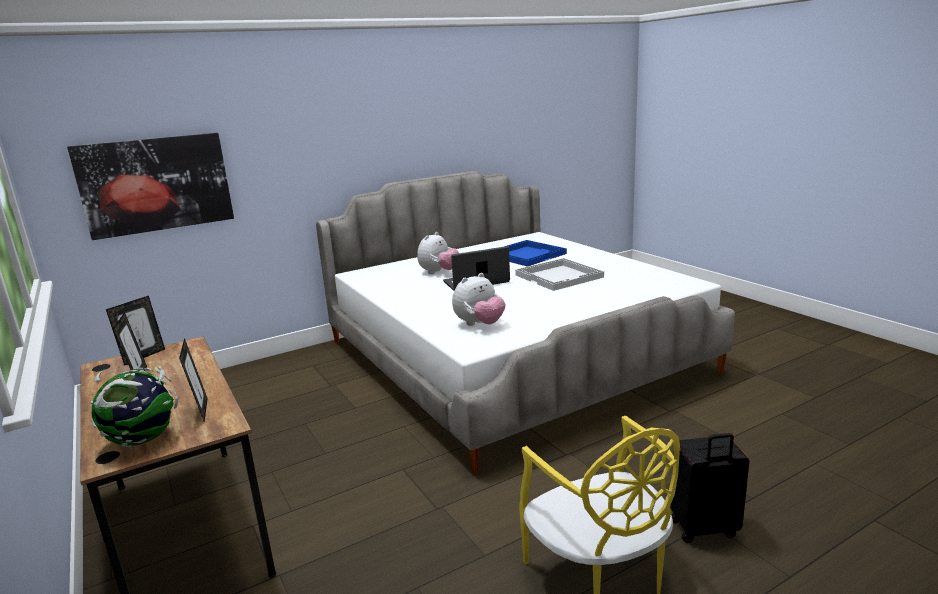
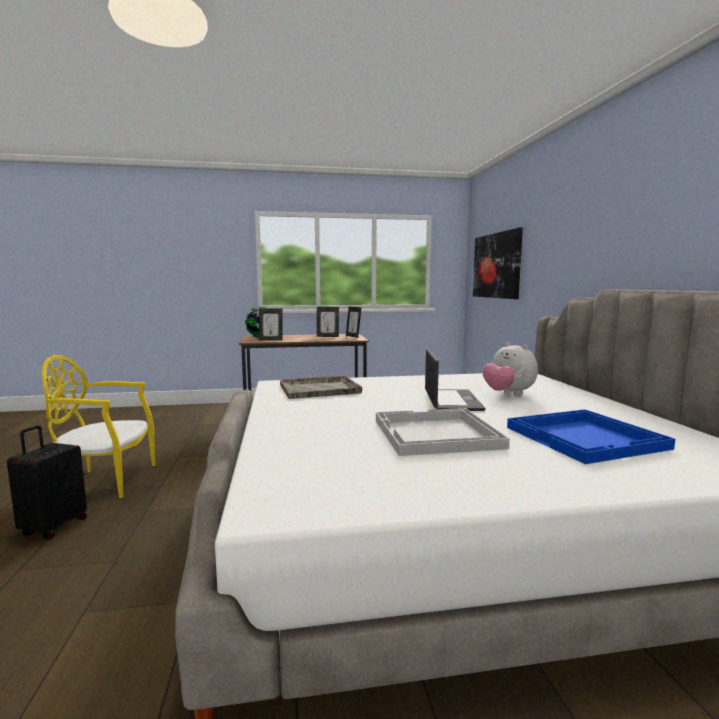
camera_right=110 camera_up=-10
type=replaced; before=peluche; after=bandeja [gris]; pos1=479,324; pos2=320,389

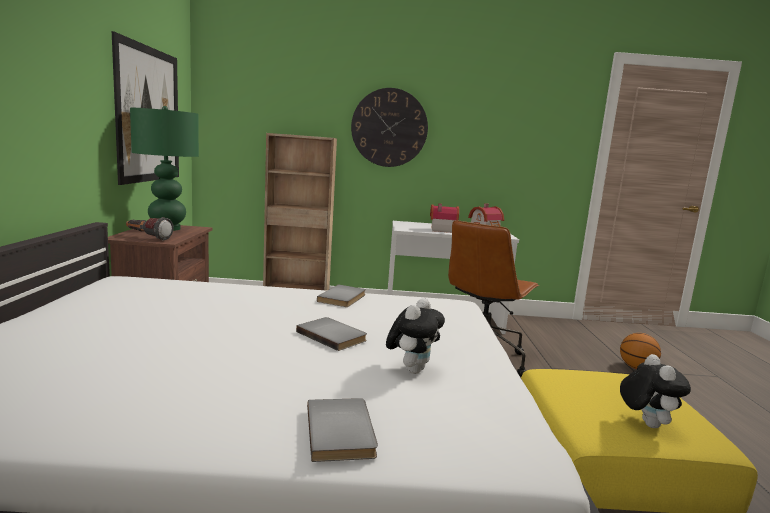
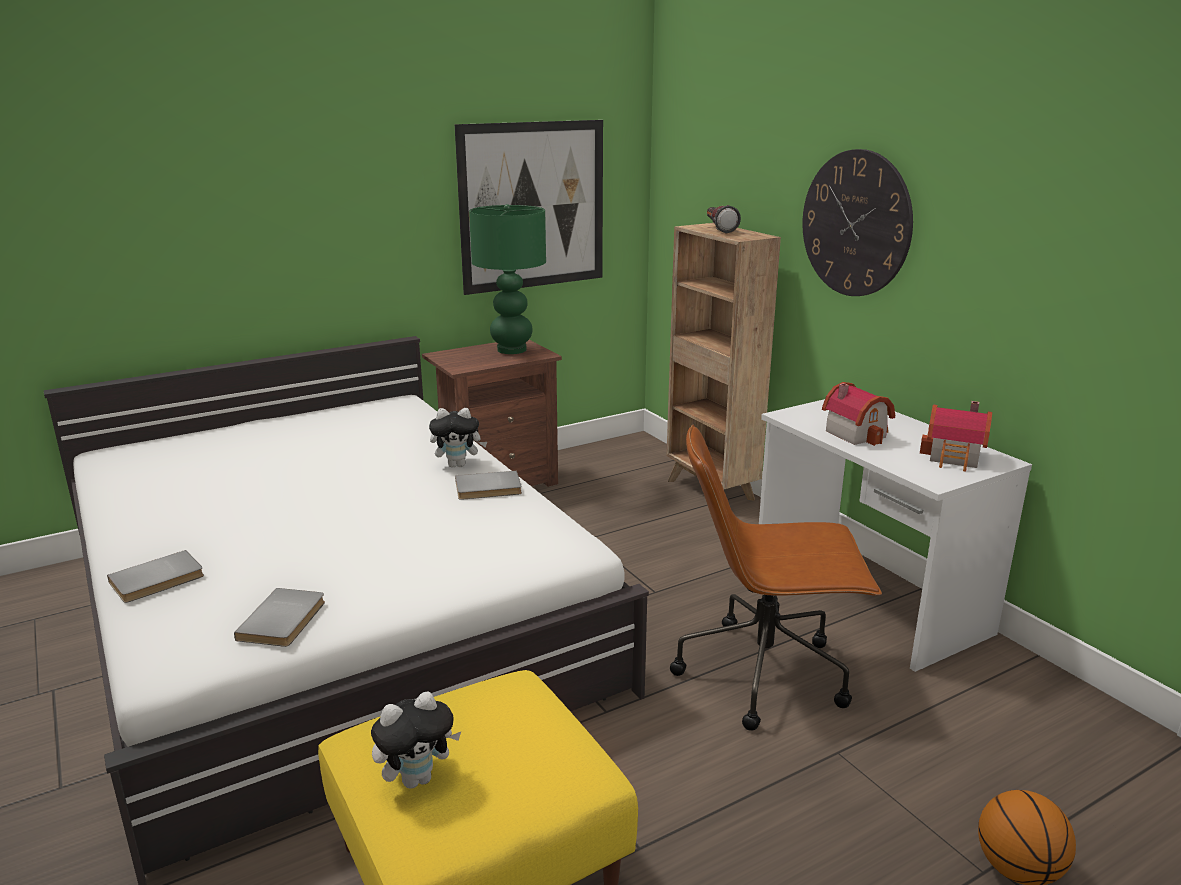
camera_right=60 camera_up=10
type=moved; before=linterna; pos1=147,237; pos2=718,229
type=moved; before=libro [gris]; pos1=333,335; pos2=285,620
type=moved; before=peluche; pos1=412,369; pos2=458,465

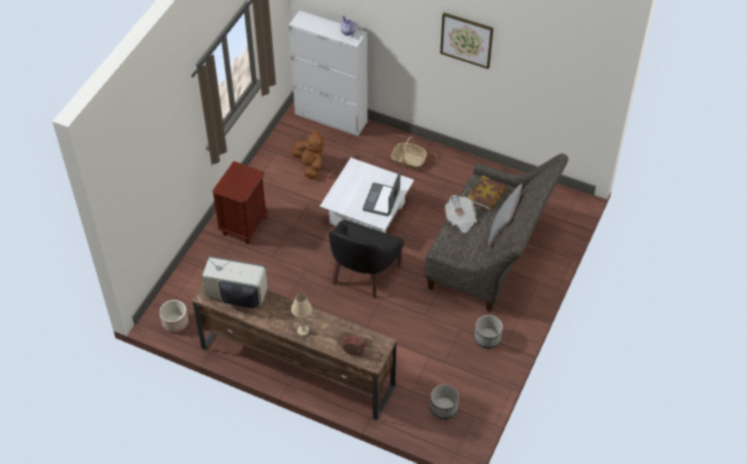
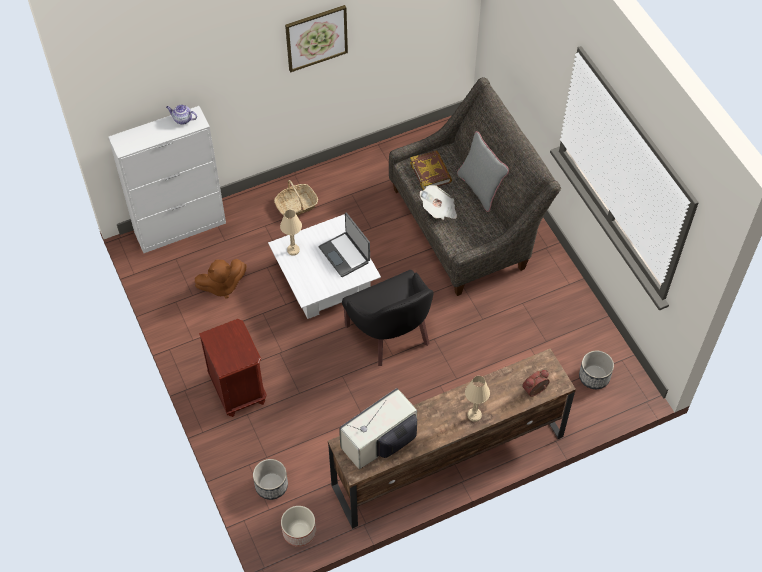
camera_right=-50 camera_up=5
type=added; after=lámpara de mesa [beis]; pos2=293,250
type=moved; before=maceta; pos1=487,338; pos2=271,485
type=turned; before=peluche [marrón]; pos1=310,166; pos2=222,286; turn=150

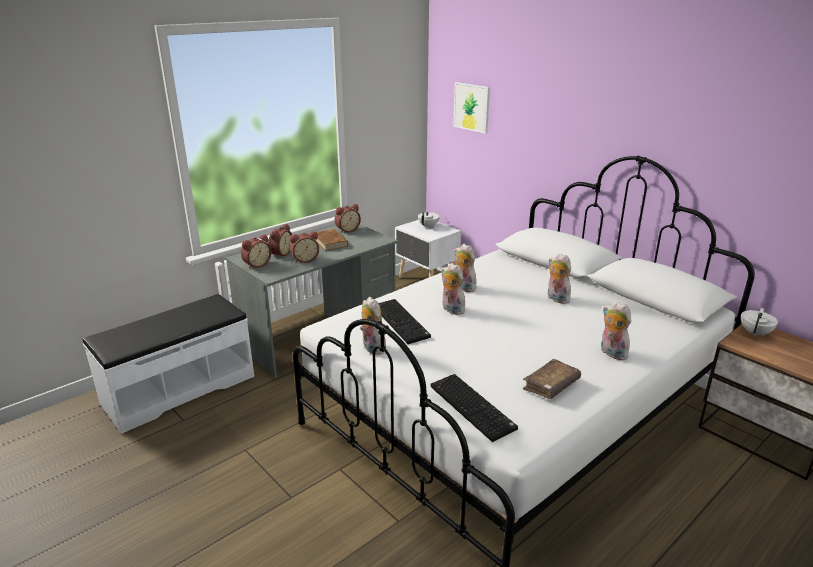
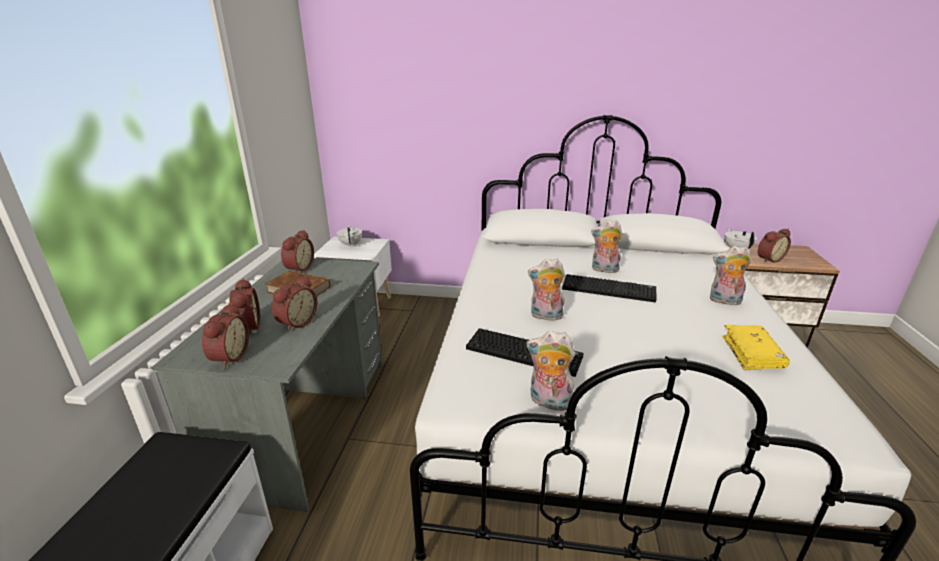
camera_right=-40 camera_up=0
type=removed; before=cuadro; pos1=471,107
type=removed; before=peluche; pos1=463,288
type=added; after=despertador; pos2=768,259
type=moved; before=teclado; pos1=474,407; pos2=609,289
type=recoloured; before=libro [marrón]; after=libro [amarillo]; pos1=551,385; pos2=751,354

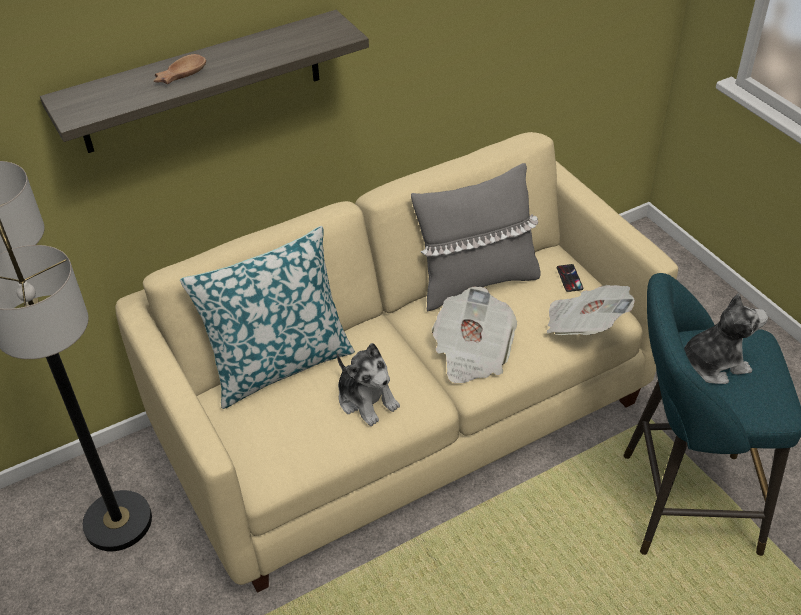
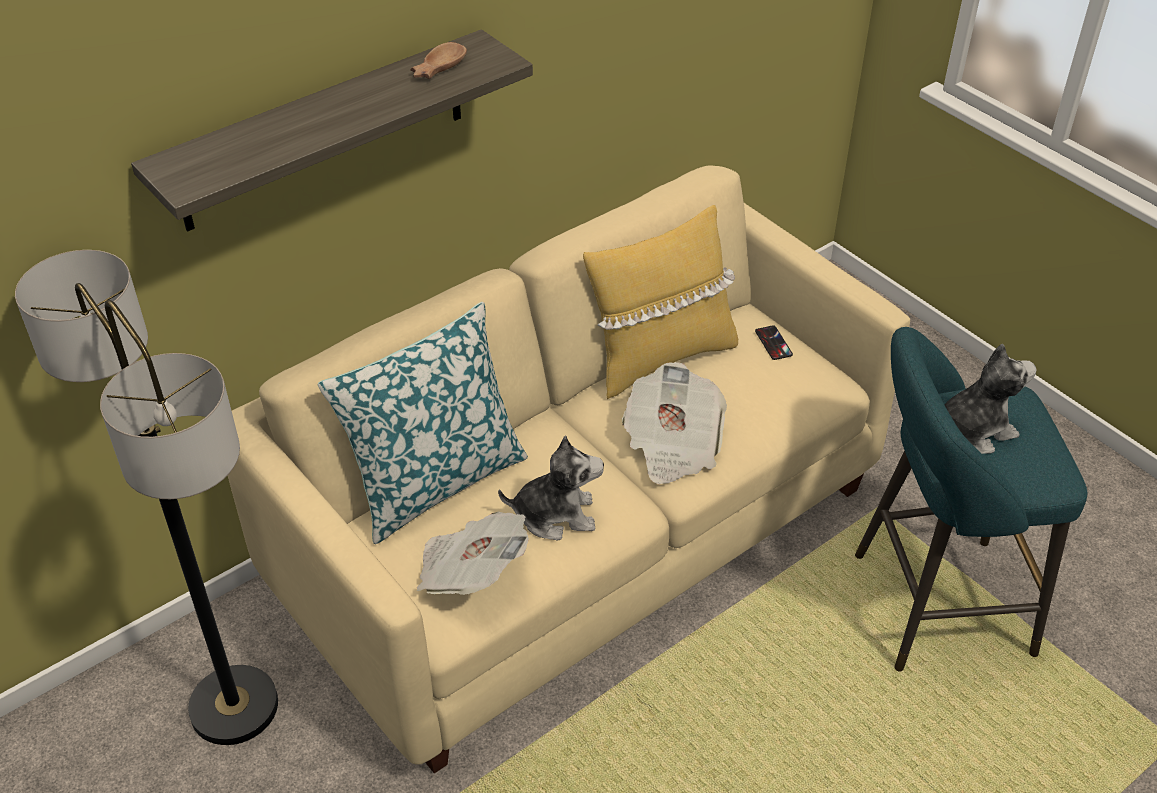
camera_right=-10 camera_up=0
type=moved; before=cuenco [marrón]; pos1=179,75; pos2=436,68
type=moved; before=periódico; pos1=584,325; pos2=471,572
type=recoloured; before=cojín [gris]; after=cojín [amarillo]; pos1=476,282; pos2=660,358
type=turned; before=peluche; pos1=366,399; pos2=555,515; turn=-45

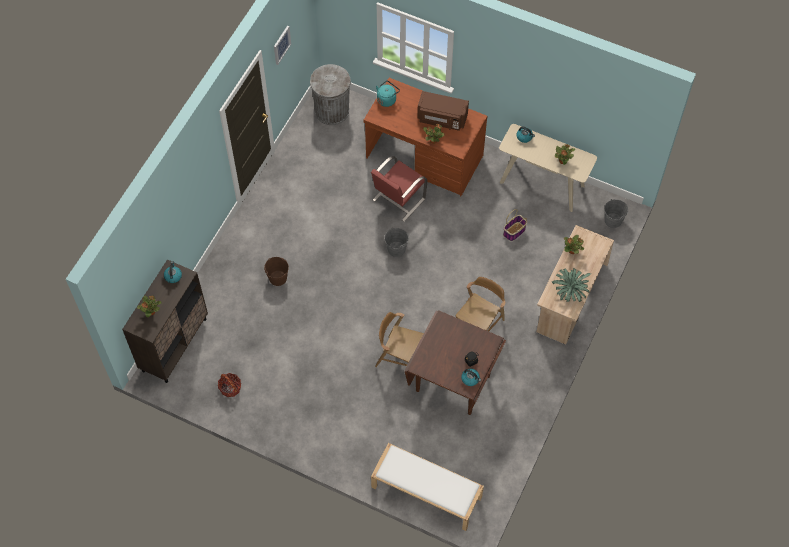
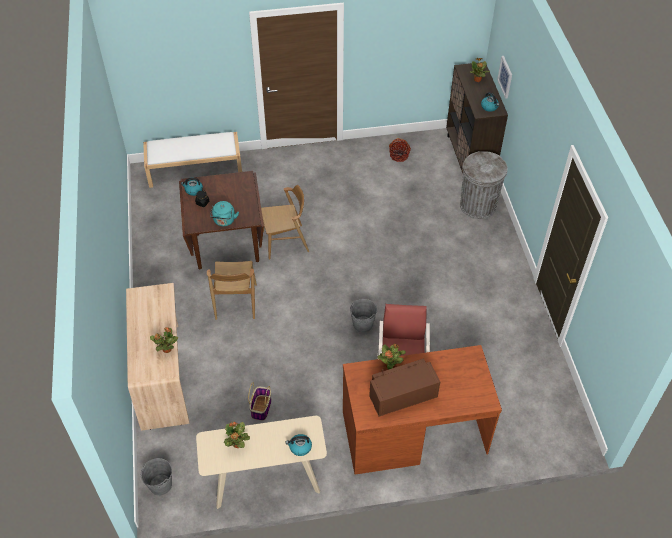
camera_right=145 camera_up=-10
type=removed; before=cubo [marrón]; pos1=278,278
type=removed; before=planta en maceta; pos1=570,291
type=moved; before=cuadro; pos1=281,44; pos2=505,77
type=moved; before=papelera [gris]; pos1=332,111; pos2=477,206
type=moved; before=hervidor [turquesa]; pos1=387,99; pos2=224,221

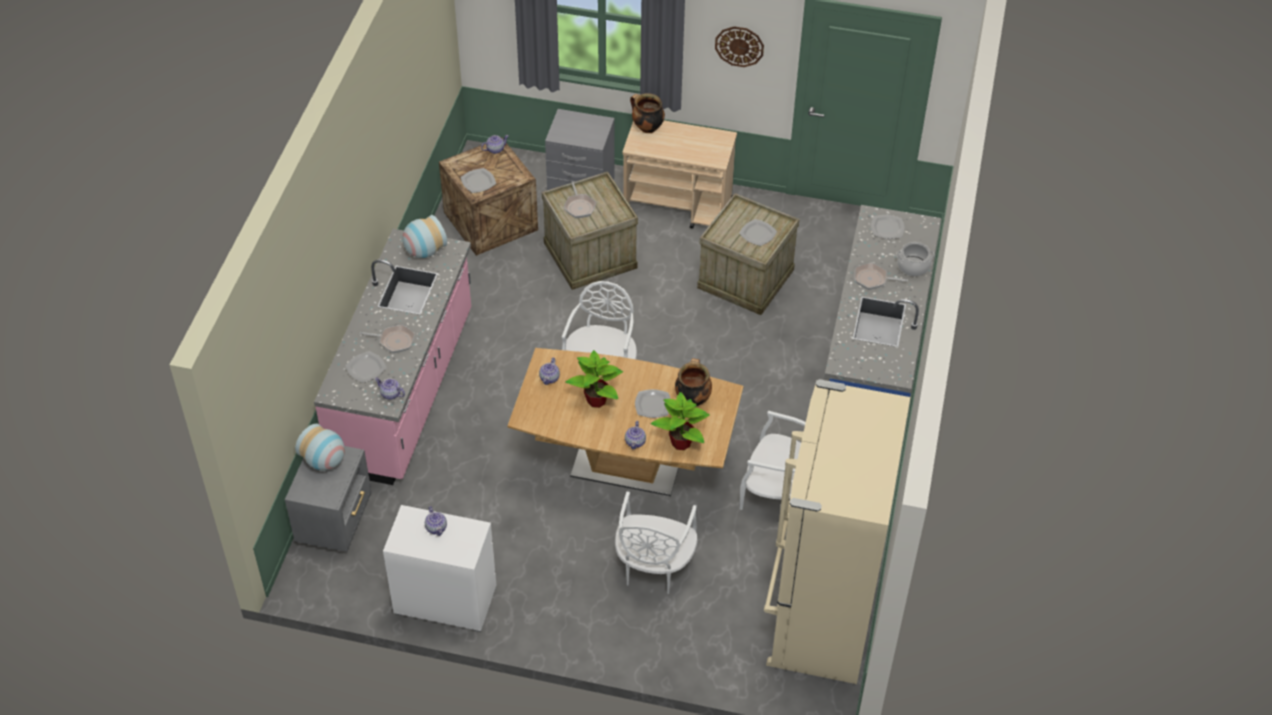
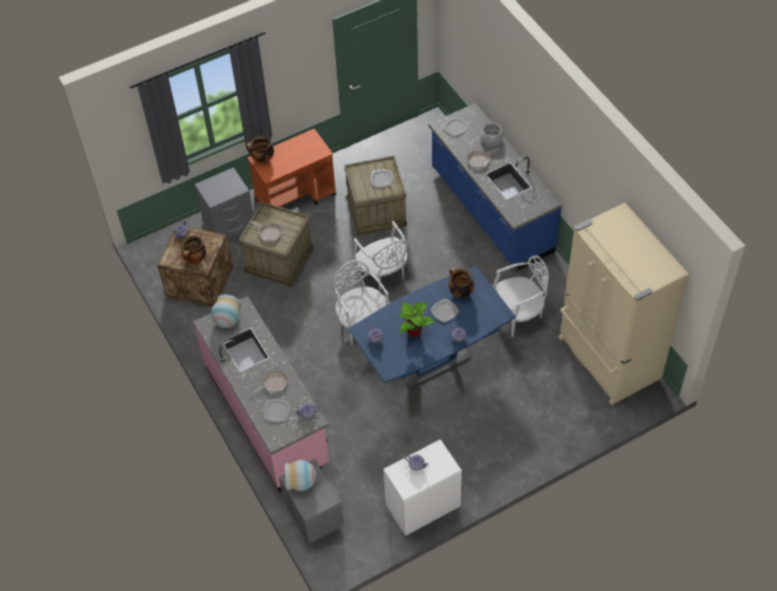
camera_right=-40 camera_up=5
type=removed; before=planta en maceta; pos1=682,442
type=removed; before=reloj de pared; pos1=739,46
type=moved; before=silla [blanco]; pos1=653,567; pos2=383,273
type=replaced; before=plato; after=olla; pos1=478,182; pos2=195,260
type=recoloured; before=mesa de comedor [marrón]; after=mesa de comedor [azul]; pos1=626,467; pos2=432,360
type=recoloured; before=carrito [beis]; after=carrito [naranja]; pos1=678,207; pos2=296,197

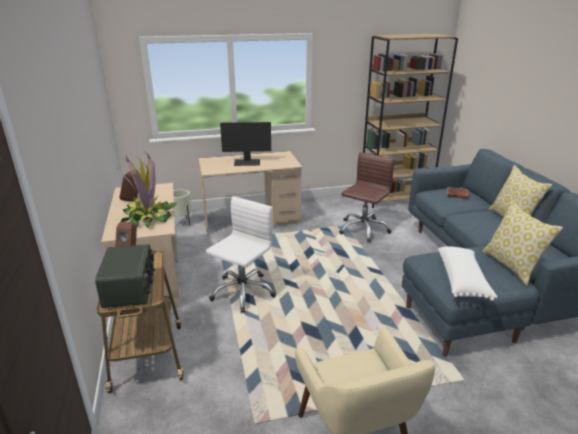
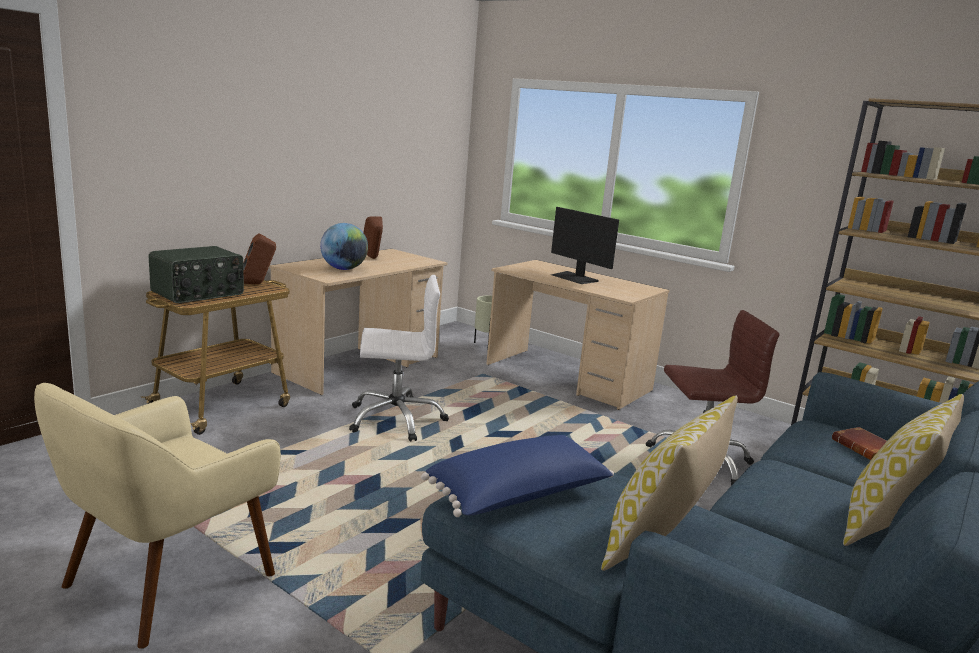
camera_right=50 camera_up=-10
type=replaced; before=planta en maceta; after=globo terráqueo; pos1=147,218; pos2=343,269
type=recoloured; before=cojín [blanco]; after=cojín [azul]; pos1=463,280; pos2=519,497

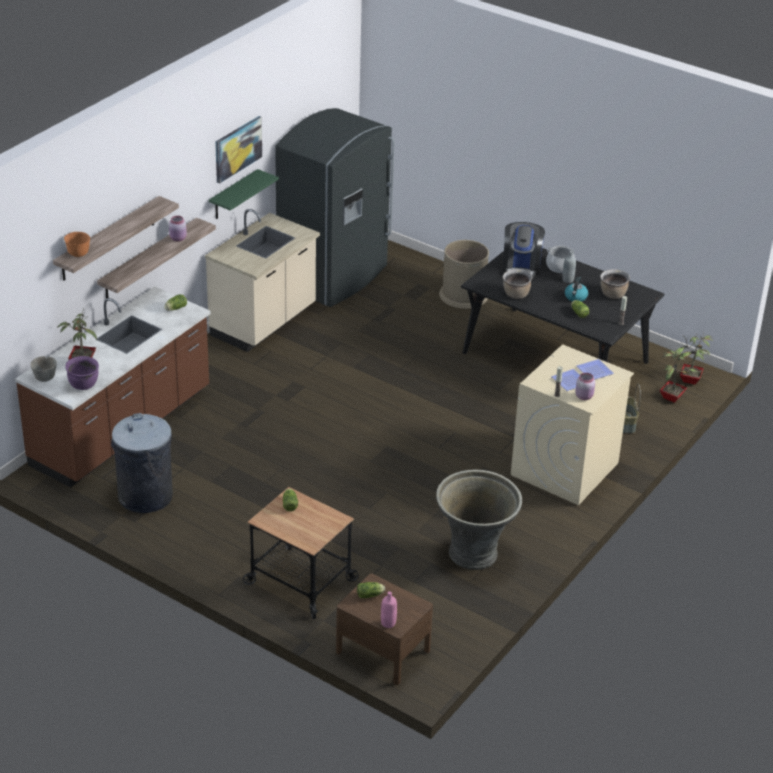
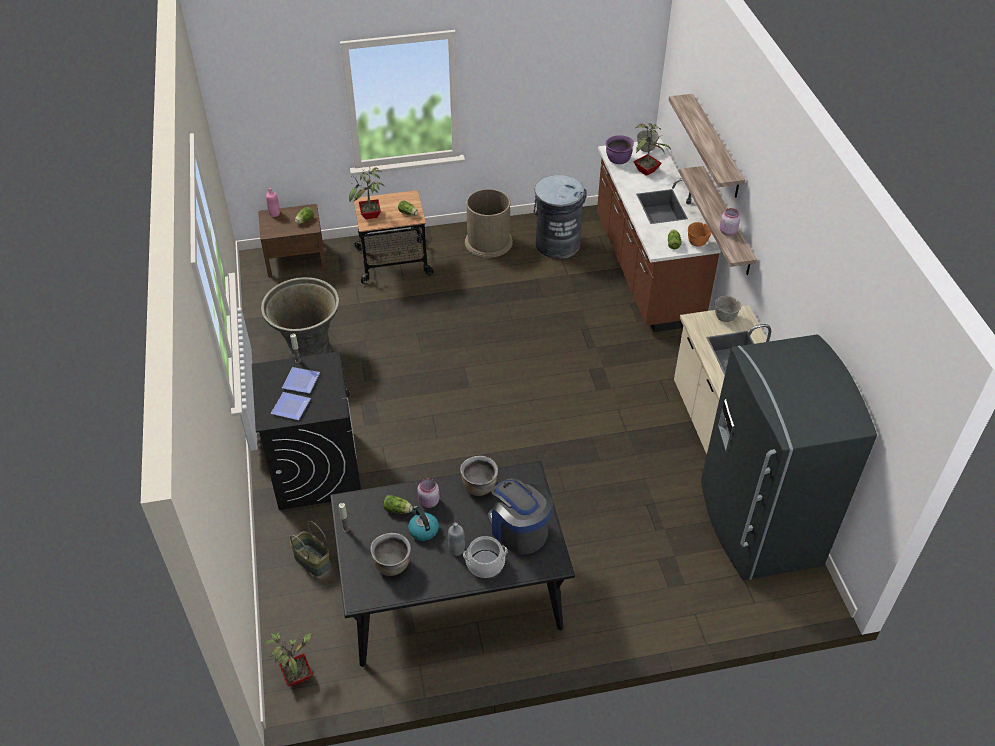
camera_right=135 camera_up=10
type=removed; before=estante [verde]; pos1=233,195
type=removed; before=cuadro; pos1=237,148
type=added; after=cuenco [gris]; pos2=725,317
type=moved; before=cuenco [naranja]; pos1=78,254; pos2=697,242
type=moved; before=papelera [marrón]; pos1=463,295; pos2=488,242
type=moved; before=tarro [rosa]; pos1=584,396; pos2=428,502
type=moved; before=planta en maceta; pos1=672,397; pos2=370,216
type=recoloured; before=lavadora [beis]; after=lavadora [negro]; pos1=564,469; pos2=316,469

